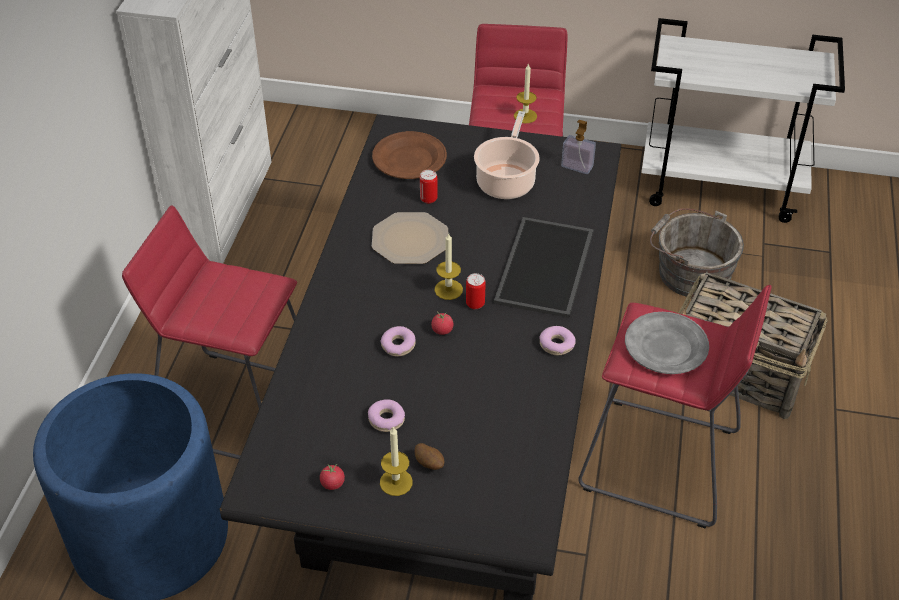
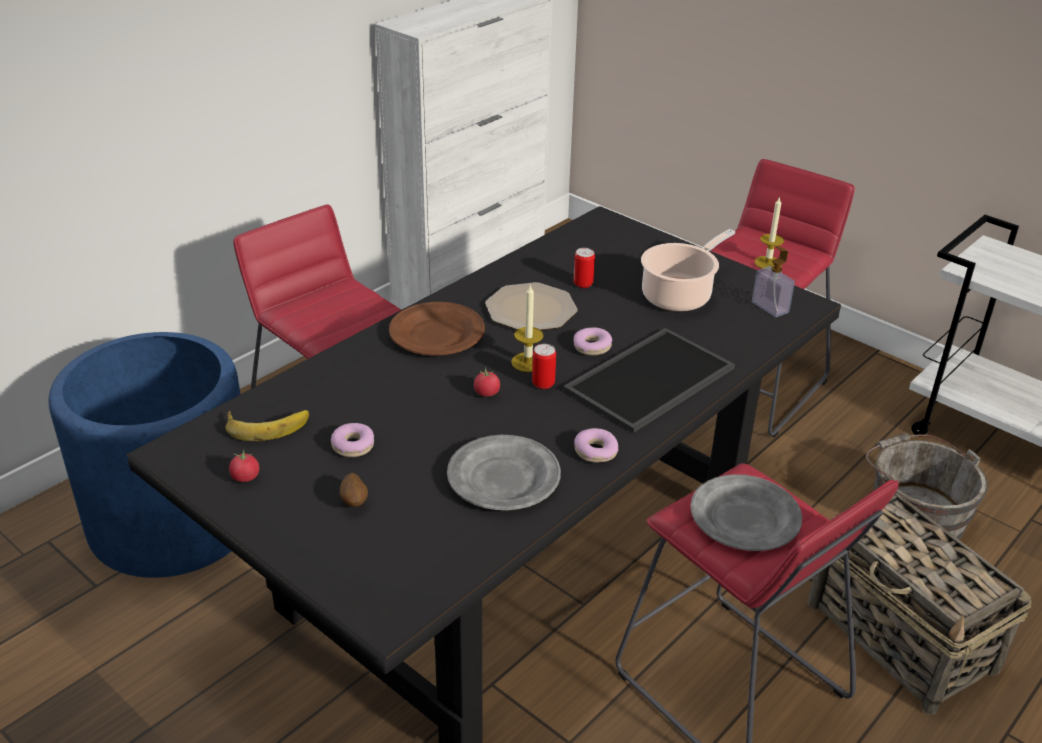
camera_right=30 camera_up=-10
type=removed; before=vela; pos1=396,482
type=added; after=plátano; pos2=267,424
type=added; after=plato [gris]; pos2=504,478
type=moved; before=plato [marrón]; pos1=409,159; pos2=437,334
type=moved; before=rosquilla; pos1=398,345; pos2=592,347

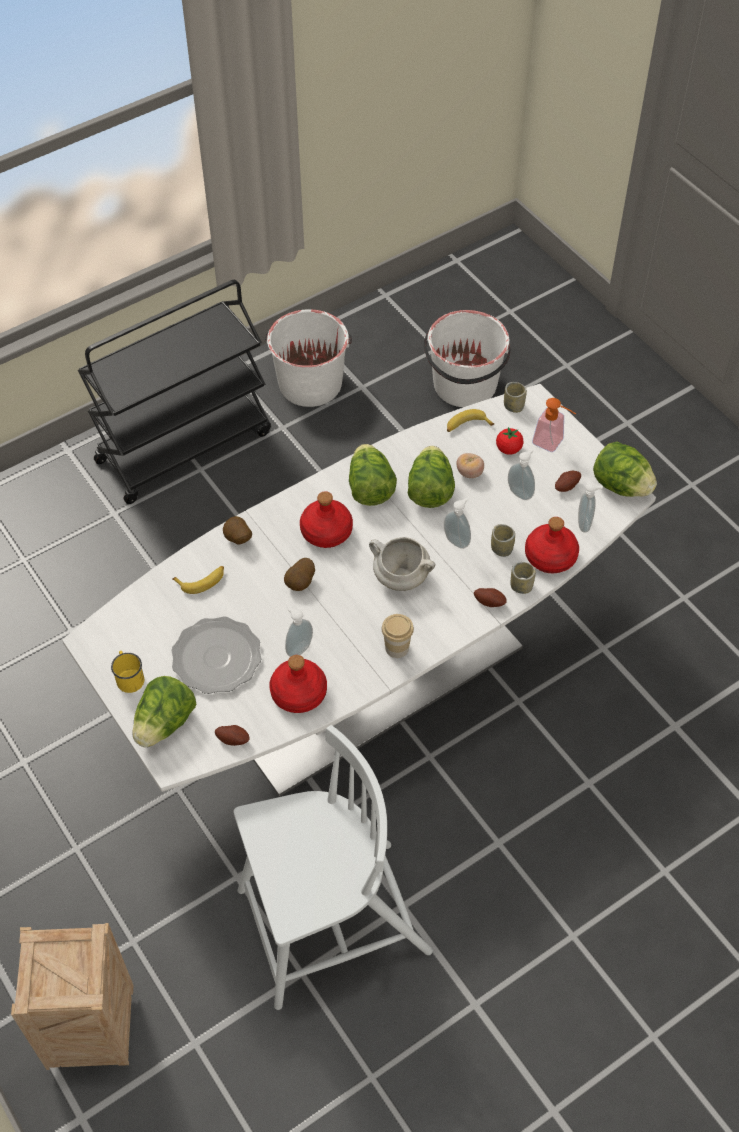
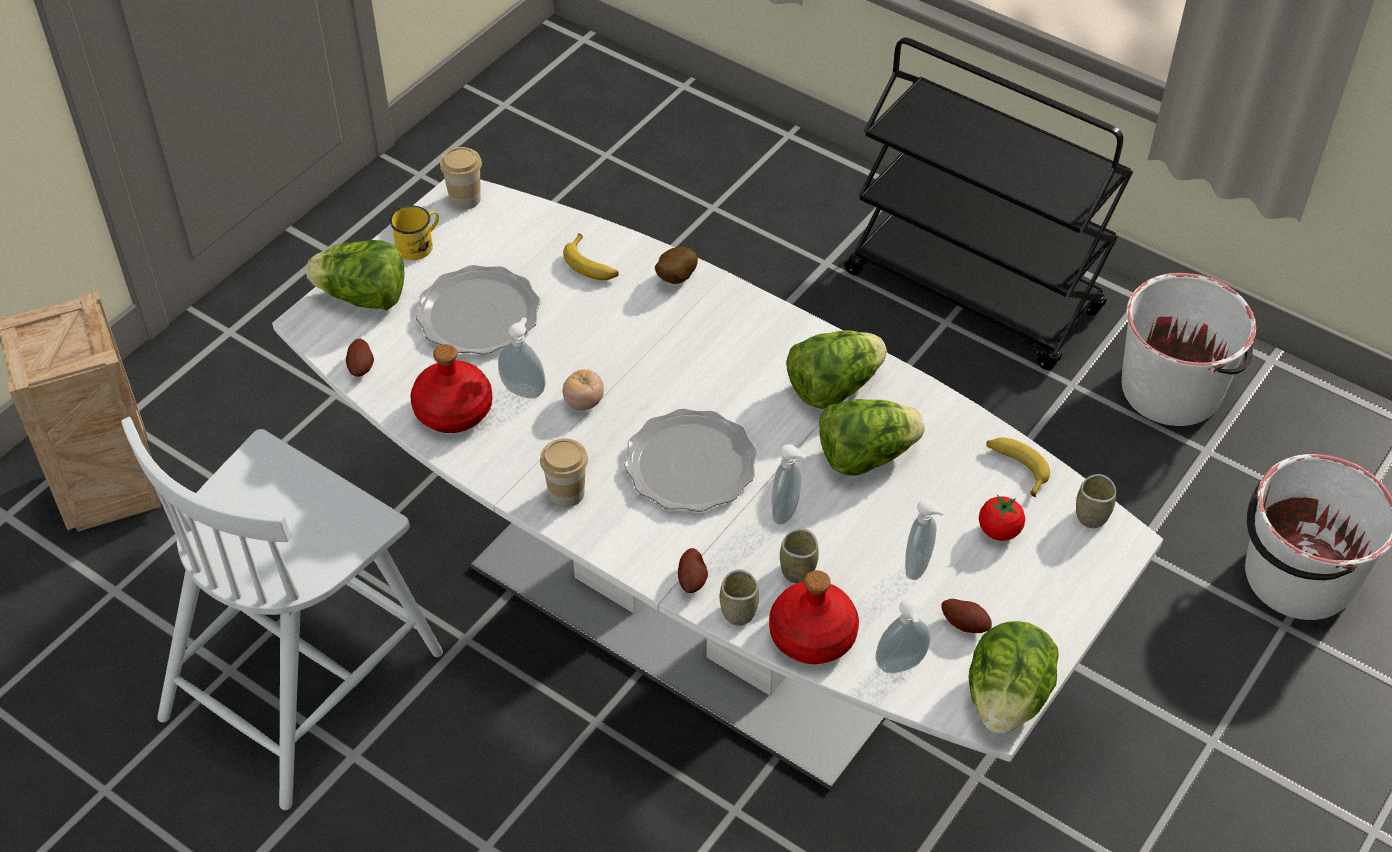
camera_right=70 camera_up=-5
type=removed; before=patata; pos1=301,583
type=removed; before=botella [rojo]; pos1=326,532
type=removed; before=dispensador de jabón; pos1=552,443
type=added; after=taza; pos2=465,199
type=moved; before=tomate; pos1=469,473; pos2=584,402
type=replaced; before=olla [blanco]; after=plato; pos1=400,577; pos2=690,464
type=turned; before=silla [blanco]; pos1=329,923; pos2=305,680; turn=75

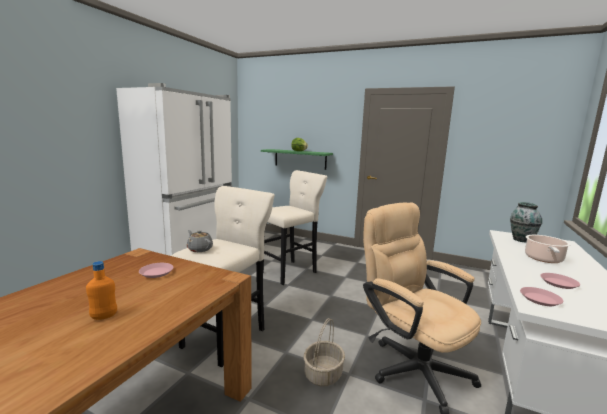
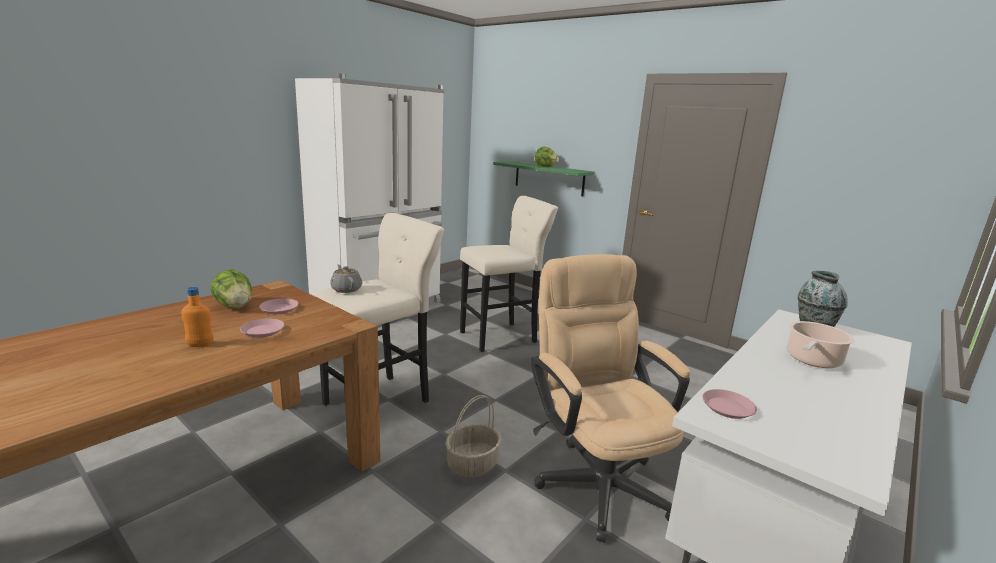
camera_right=15 camera_up=5
type=added; after=lechuga; pos2=234,306
type=moved; before=plato [rosa]; pos1=559,283; pos2=263,331

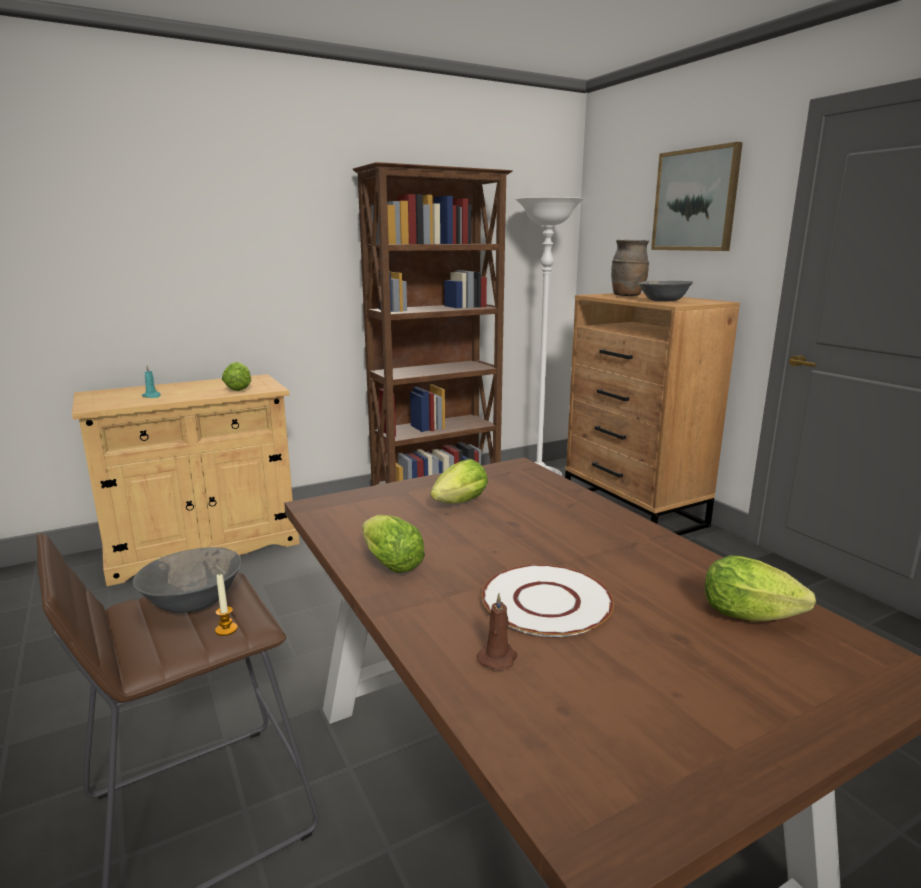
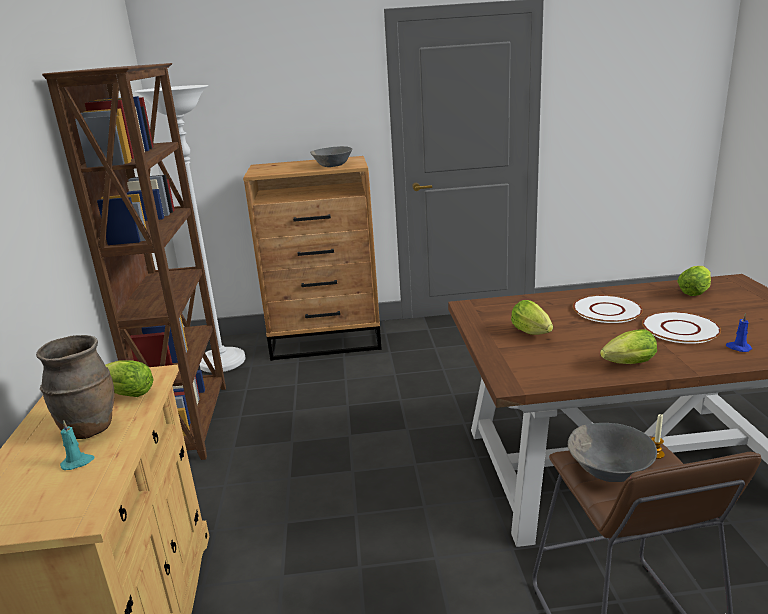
camera_right=-65 camera_up=5
type=removed; before=cuadro; pos1=695,200
type=added; after=plato [blanco]; pos2=607,310
type=moved; before=florero [marrón]; pos1=627,296; pos2=89,428
type=recoloured; before=vela [marrón]; after=vela [azul]; pos1=498,657; pos2=738,348

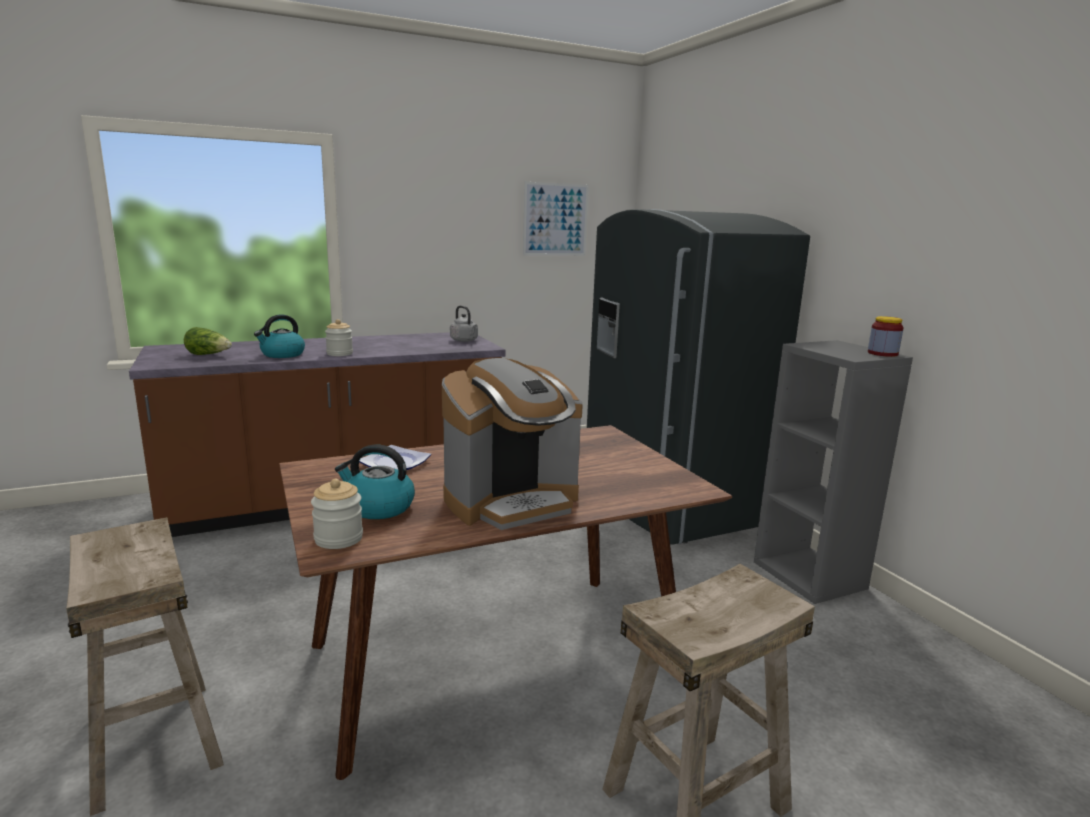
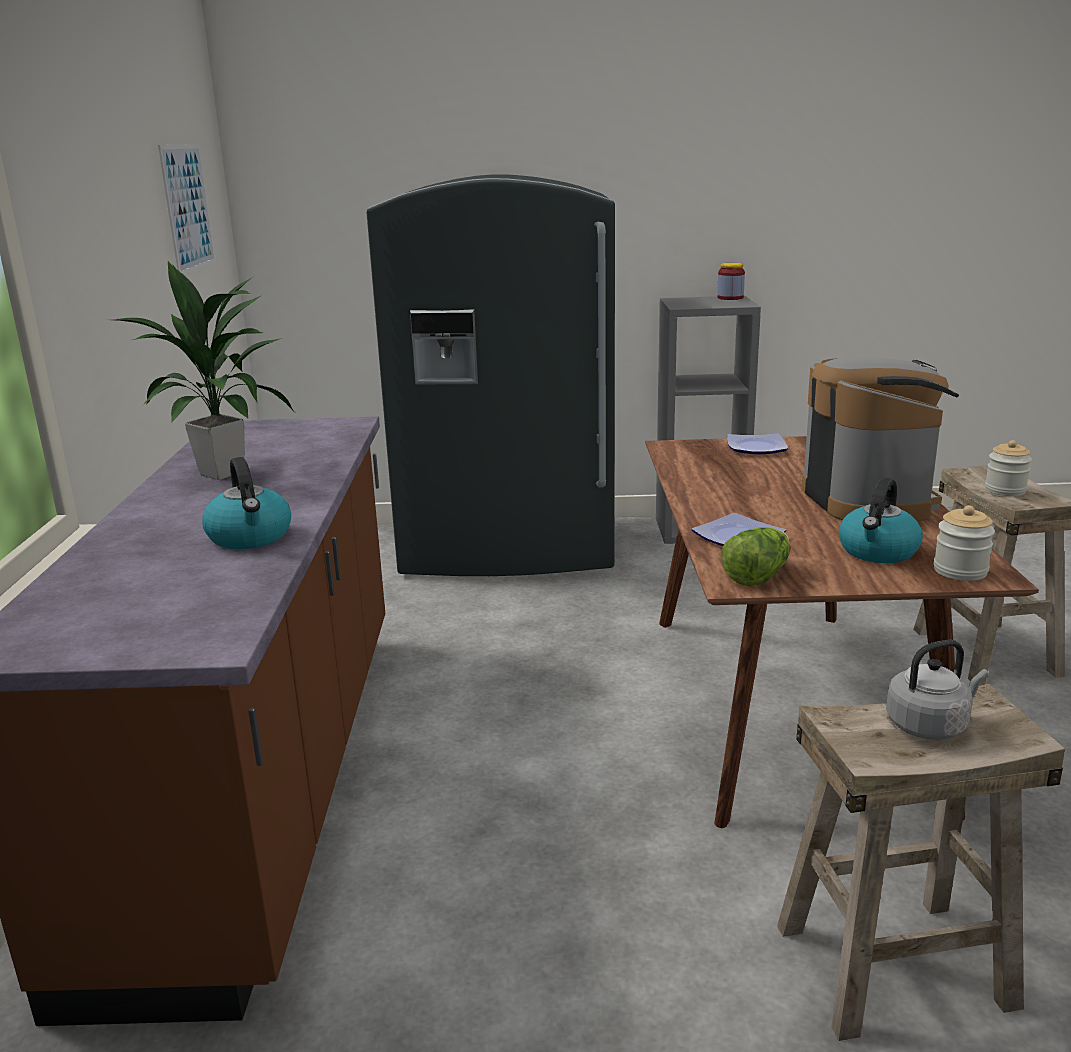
camera_right=-65 camera_up=5
type=added; after=planta en maceta; pos2=222,474
type=added; after=plato; pos2=755,448
type=moved; before=lechuga; pos1=209,355; pos2=757,575
type=moved; before=tarro; pos1=339,354; pos2=1005,490
type=moved; before=hervidor [gris]; pos1=465,340; pos2=930,725

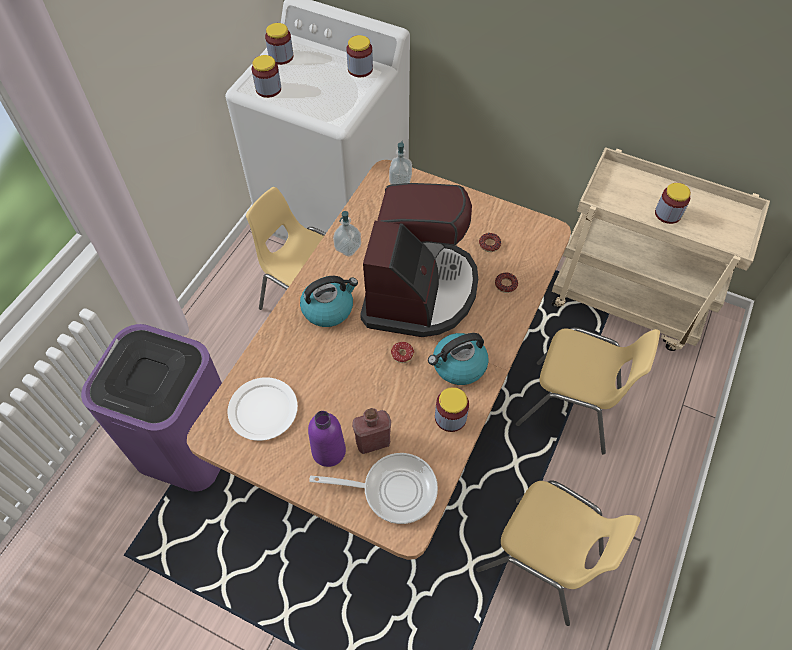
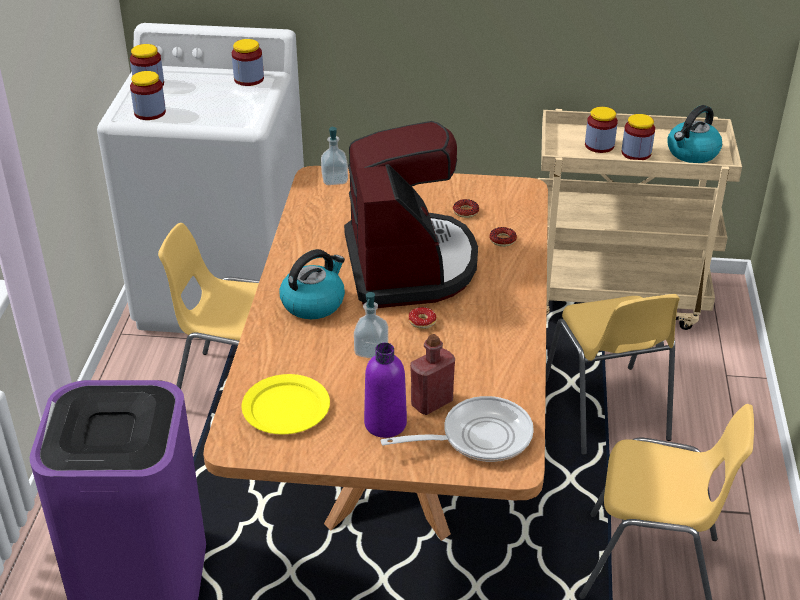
camera_right=-20 camera_up=-20
type=moved; before=dispensador de jabón; pos1=348,247; pos2=371,351
type=moved; before=hervidor; pos1=458,365; pos2=692,153
type=moved; before=tarro; pos1=450,417; pos2=599,145
type=recoloured; before=plato [blanco]; after=plato [amarillo]; pos1=262,410; pos2=285,408
type=turned; before=silla [amarillo]; pos1=570,409; pos2=606,411; turn=75

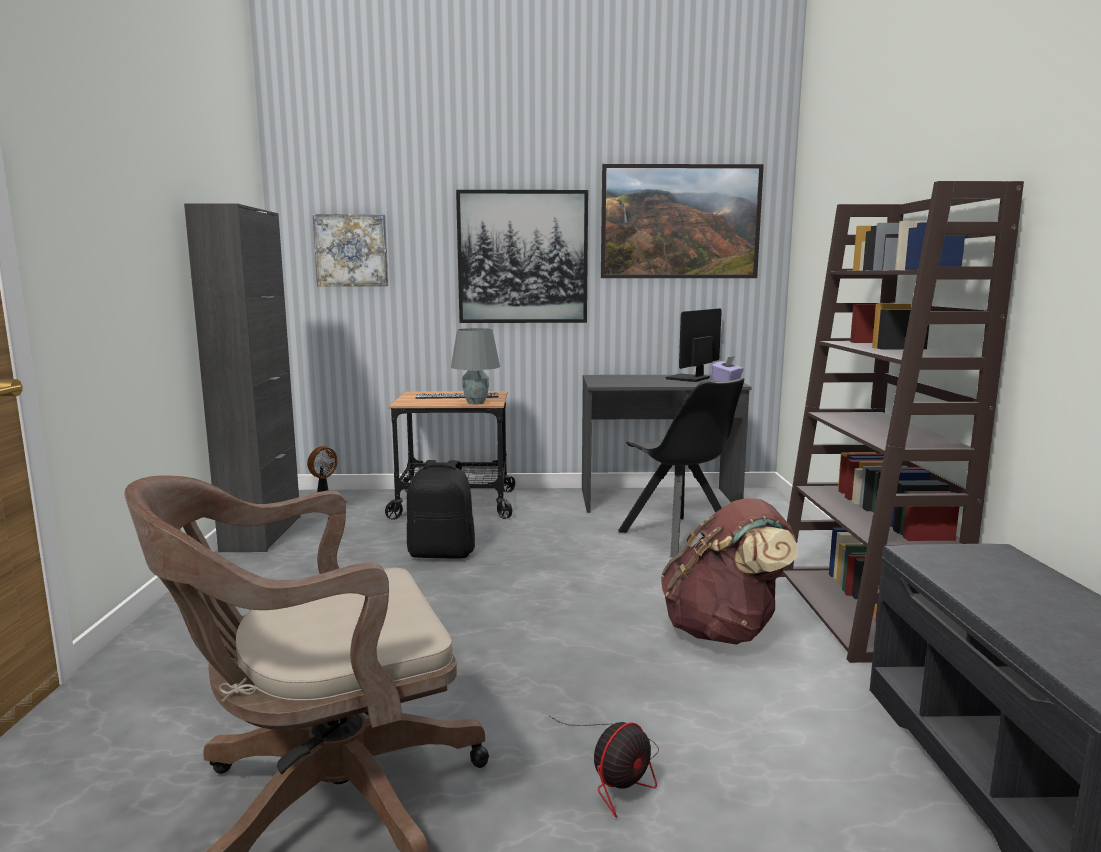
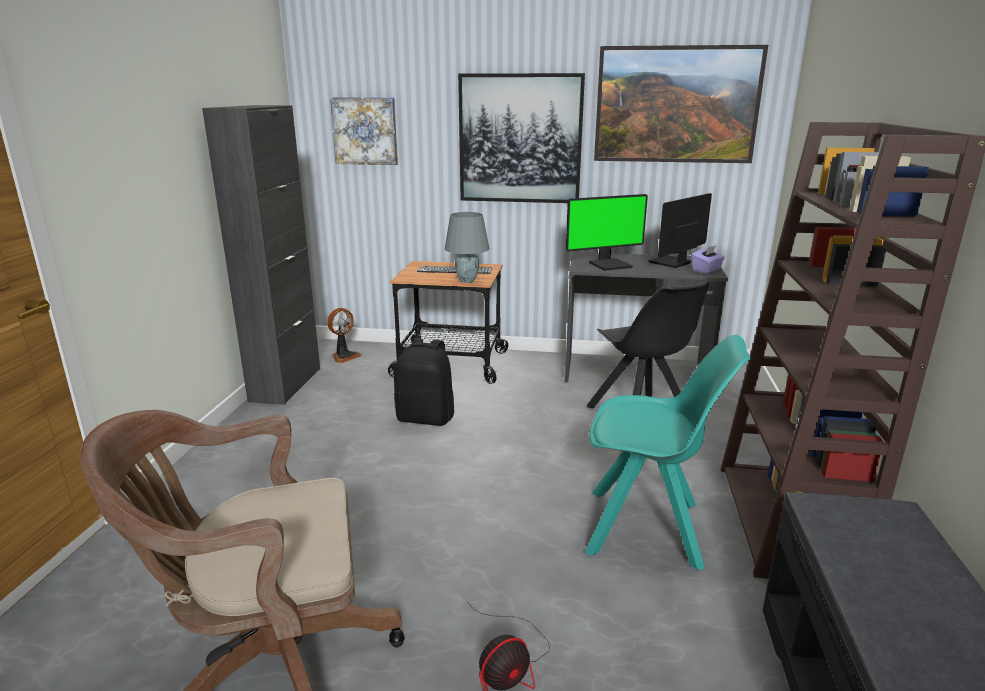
camera_right=10 camera_up=10
type=added; after=monitor; pos2=609,264
type=replaced; before=mochila [marrón]; after=silla [turquesa]; pos1=724,631; pos2=648,529

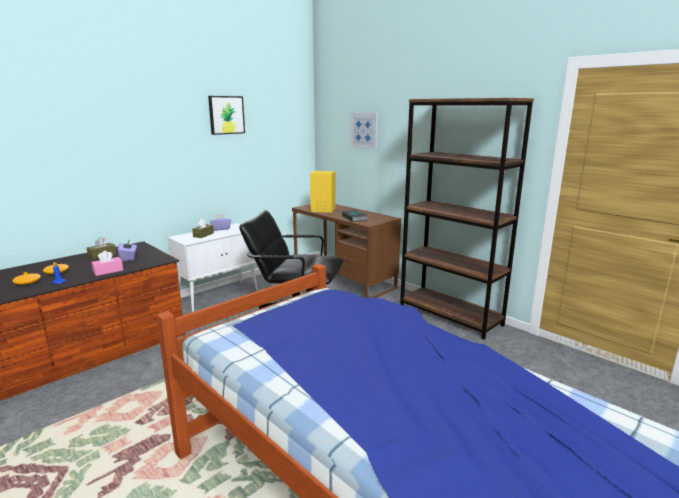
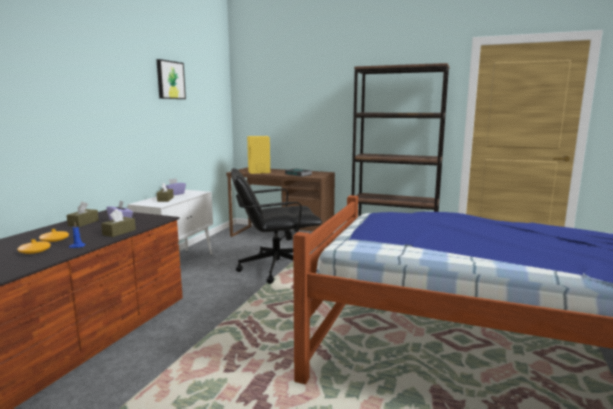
camera_right=-25 camera_up=-5
type=removed; before=cuadro; pos1=364,130
type=recoloured; before=caja de pañuelos [rosa]; after=caja de pañuelos [marrón]; pos1=108,271; pos2=119,232

